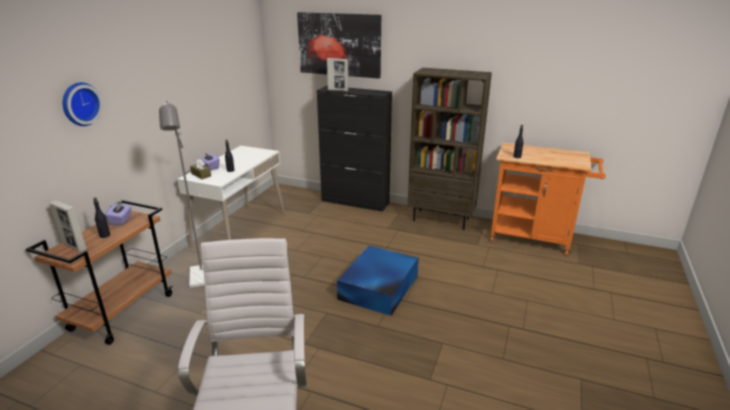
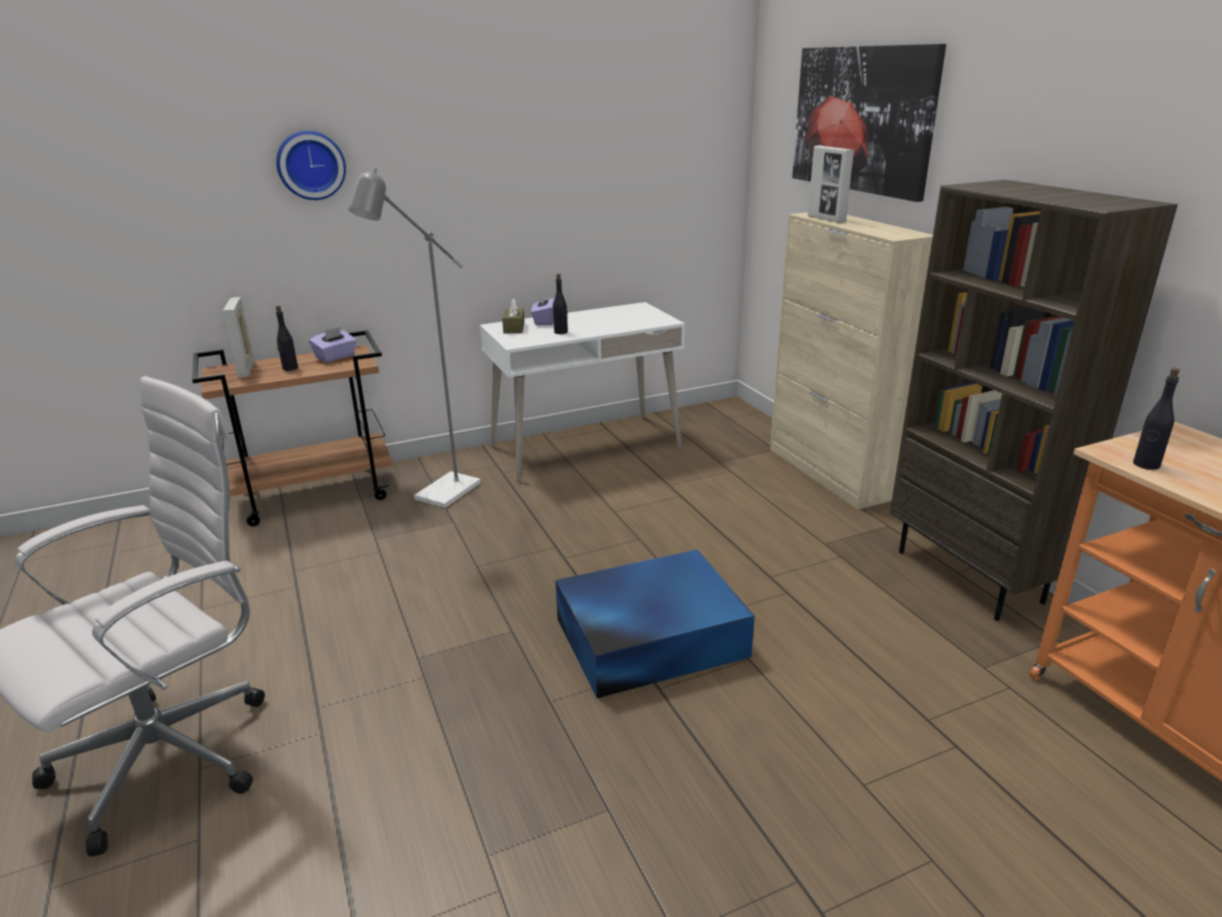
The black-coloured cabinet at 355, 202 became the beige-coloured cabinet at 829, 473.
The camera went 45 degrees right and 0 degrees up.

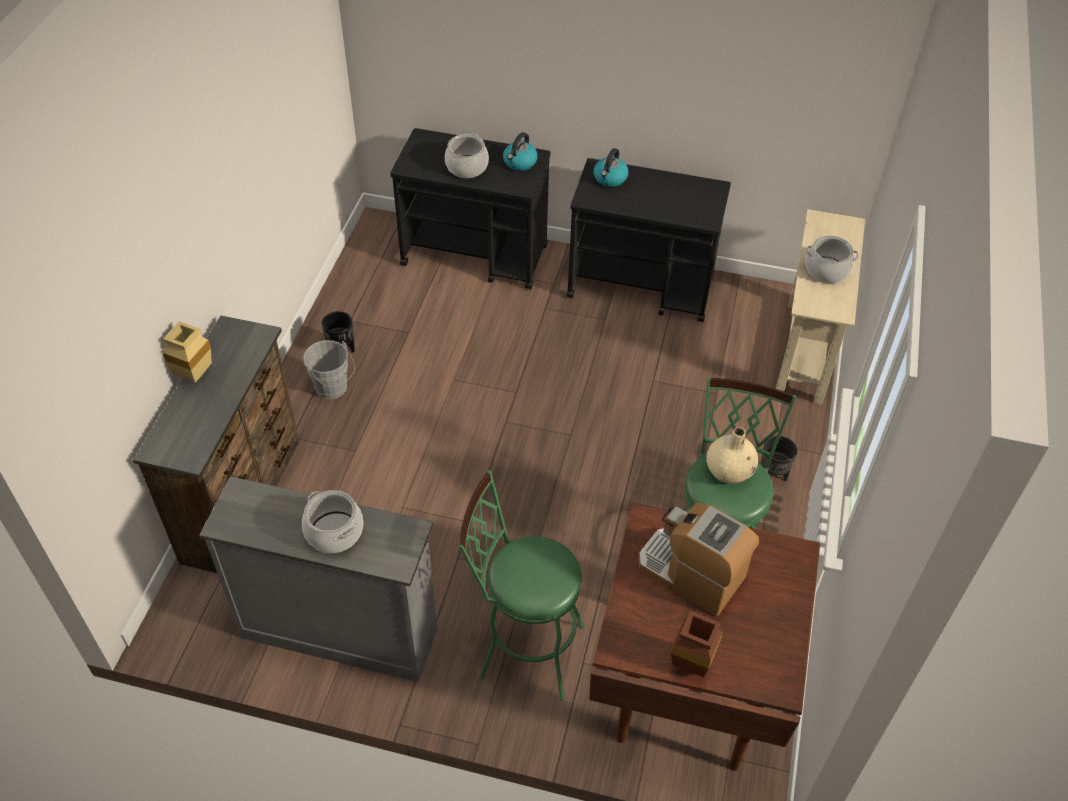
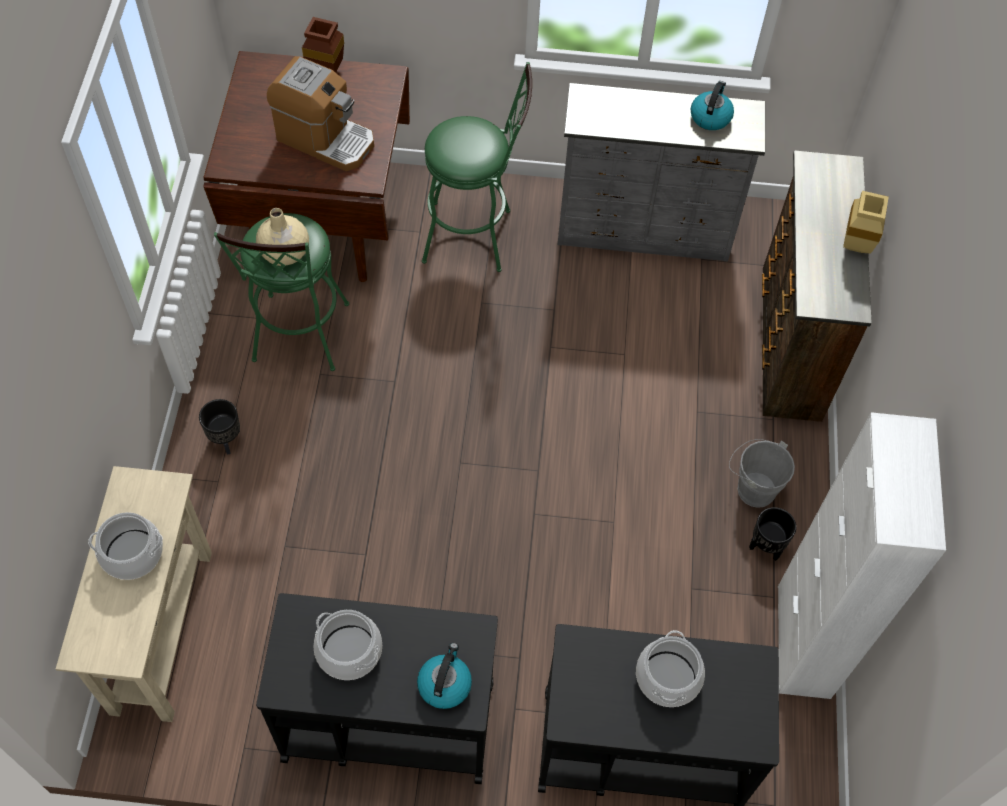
The water kettle moved from 519, 163 to 710, 116.
The saucepot moved from 334, 532 to 349, 651.
The white cabinet at 803, 641 appeared.
The camera went 170 degrees right and 10 degrees up.

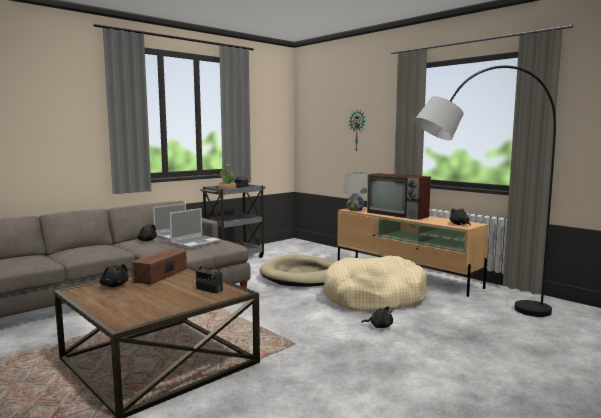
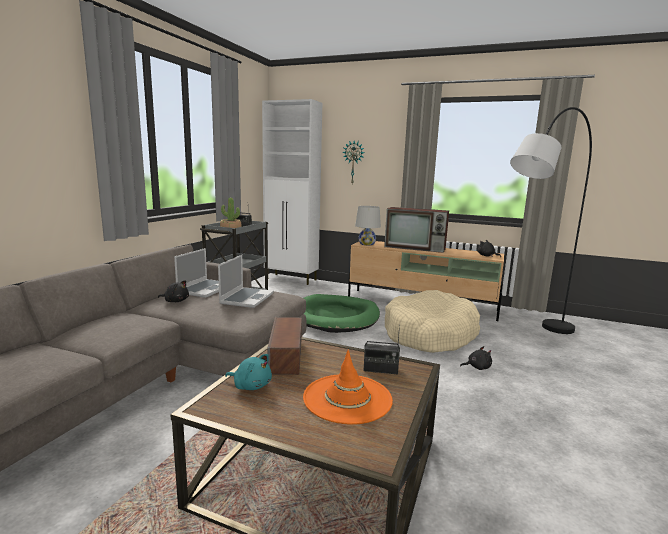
The beige-coloured dog cushion at 304, 275 became the greenish dog cushion at 336, 317.
The black-coloured soft toy at 114, 285 became the turquoise soft toy at 251, 385.
The white cabinet at 291, 279 appeared.
The orange-coloured clothing hat at 347, 398 appeared.
The camera went 25 degrees left and 5 degrees up.

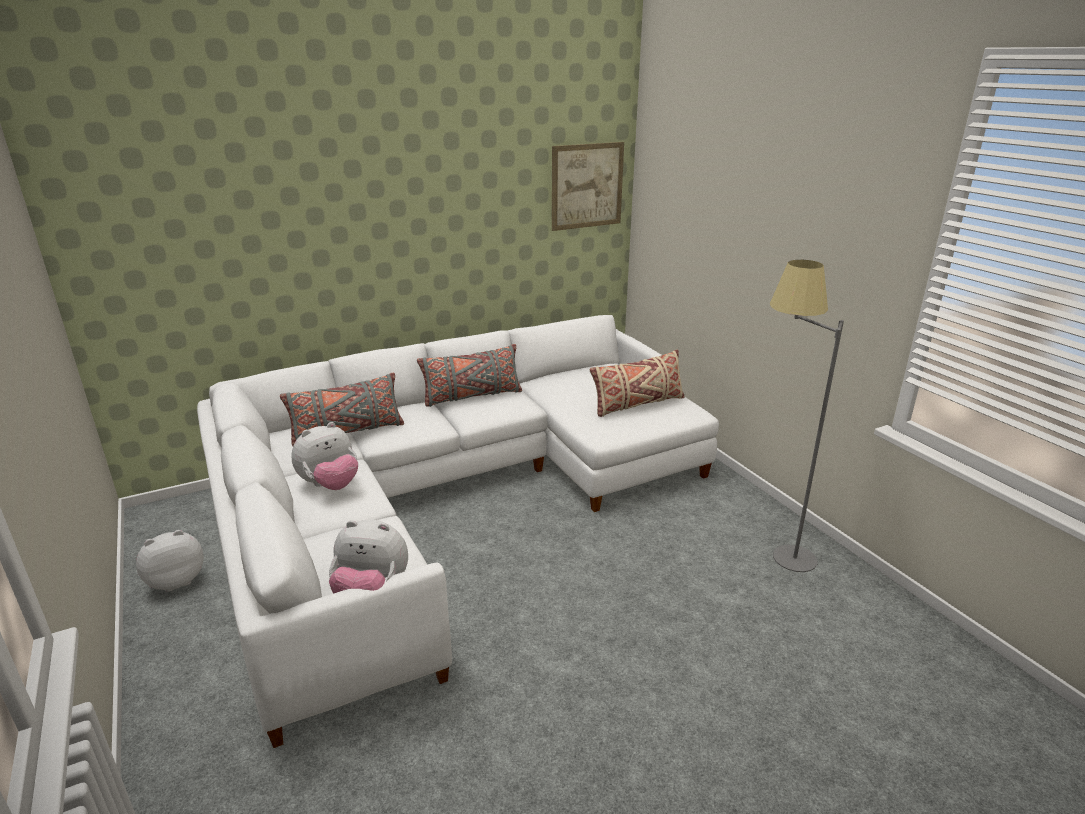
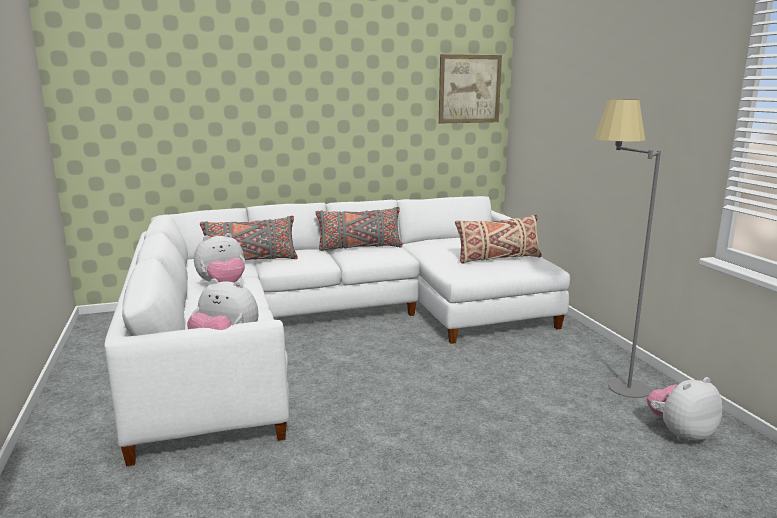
The soft toy moved from 176, 580 to 680, 433.
The camera went 10 degrees right and 10 degrees down.

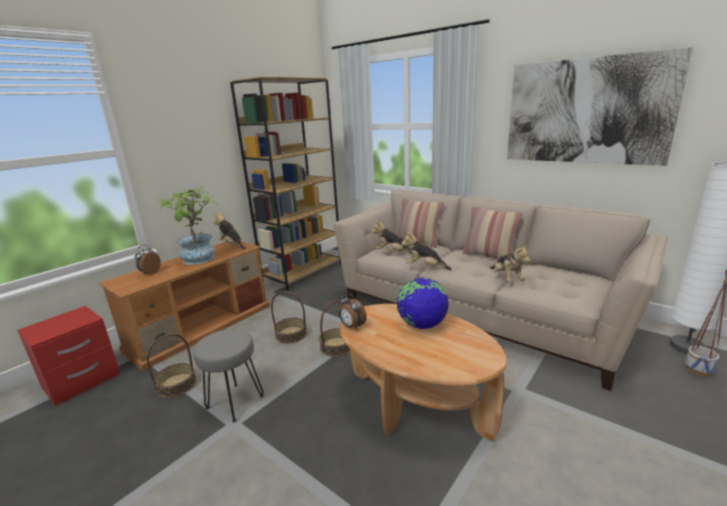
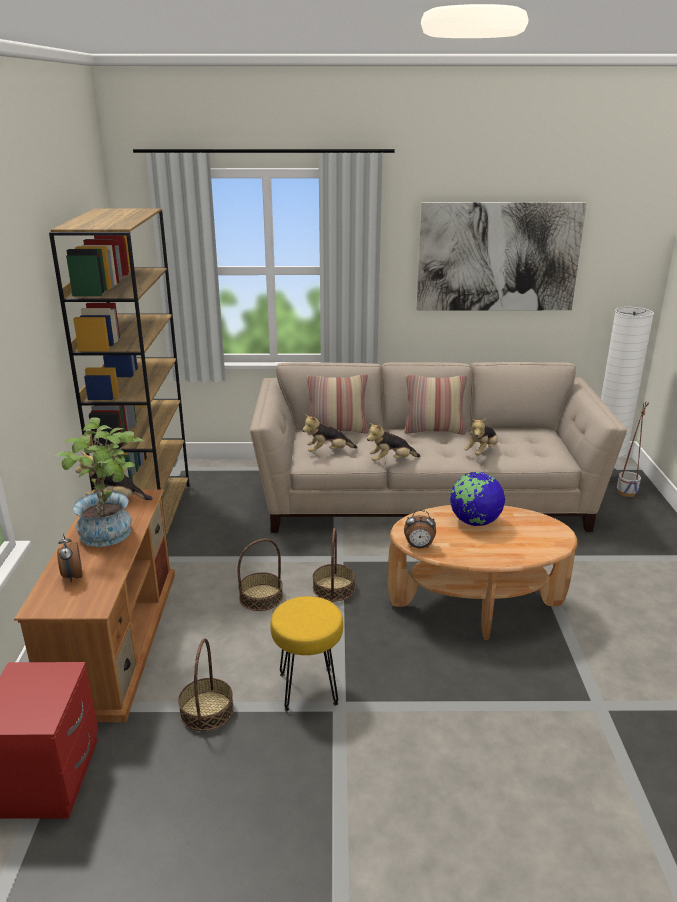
The soft toy at 506, 278 turned 90 degrees clockwise.
The grey stool seat at 235, 401 became the yellow stool seat at 307, 688.
The camera went 40 degrees left and 5 degrees up.

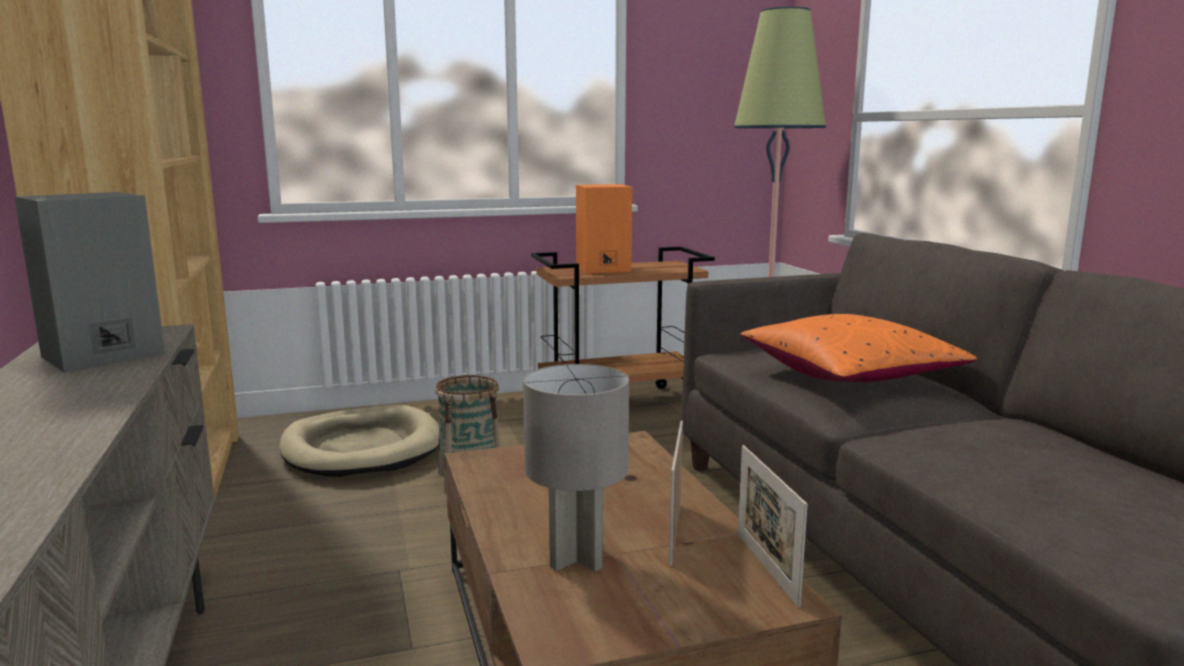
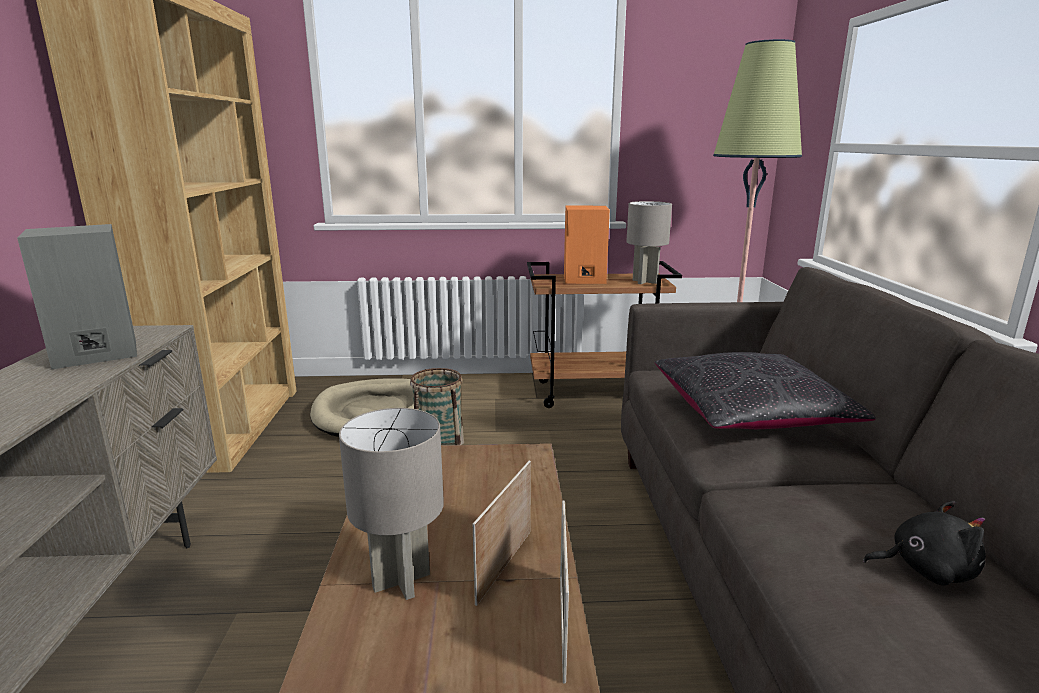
The orange-coloured throw pillow at 849, 374 became the black-coloured throw pillow at 749, 413.
The grey tabletop lamp at 645, 281 appeared.
The black-coloured soft toy at 925, 569 appeared.
The camera went 15 degrees right and 5 degrees up.

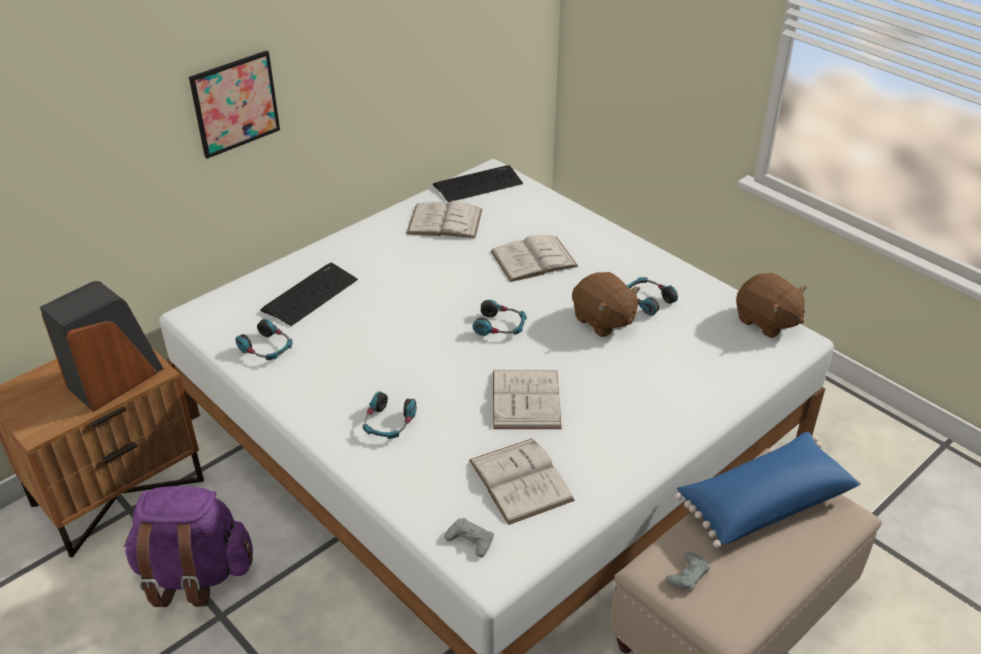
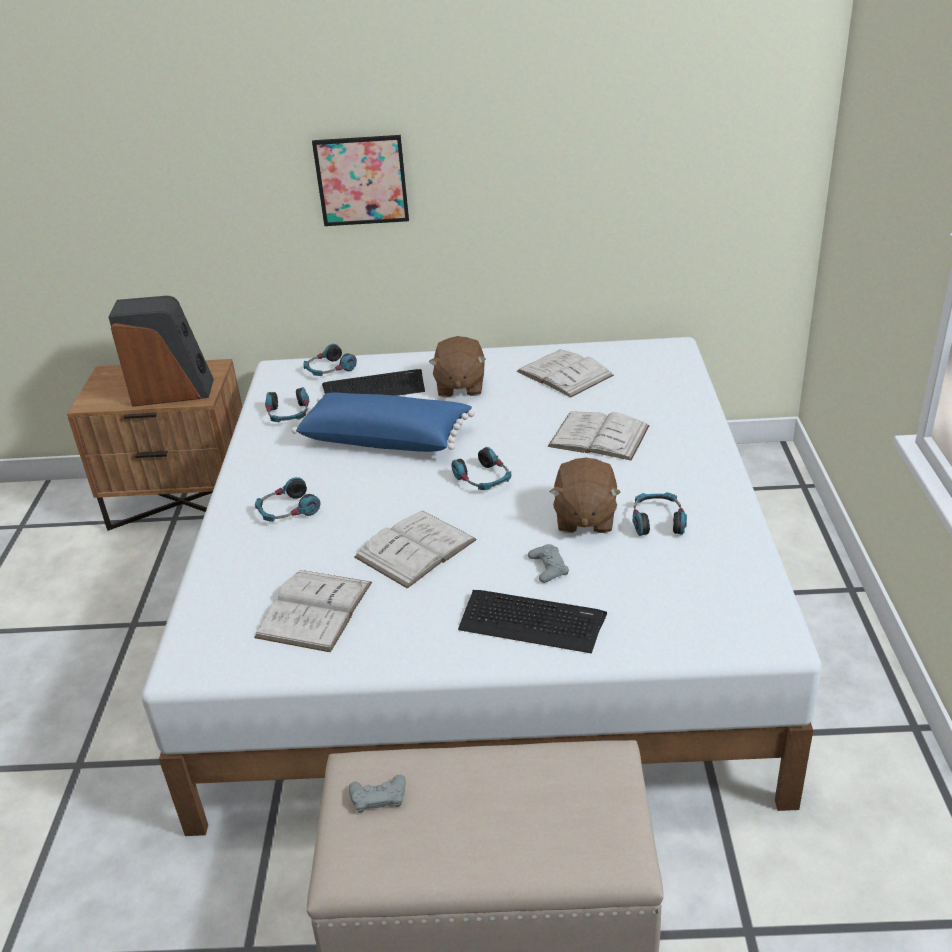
The keyboard moved from 478, 184 to 531, 622.
The brown soft toy moved from 766, 321 to 459, 386.
The blue-coloured throw pillow moved from 763, 502 to 386, 438.
The purple-coloured knapsack at 194, 574 disappeared.
The grey joypad moved from 470, 540 to 548, 567.
The pair of headphones at 329, 369 appeared.
The camera went 45 degrees right and 5 degrees down.

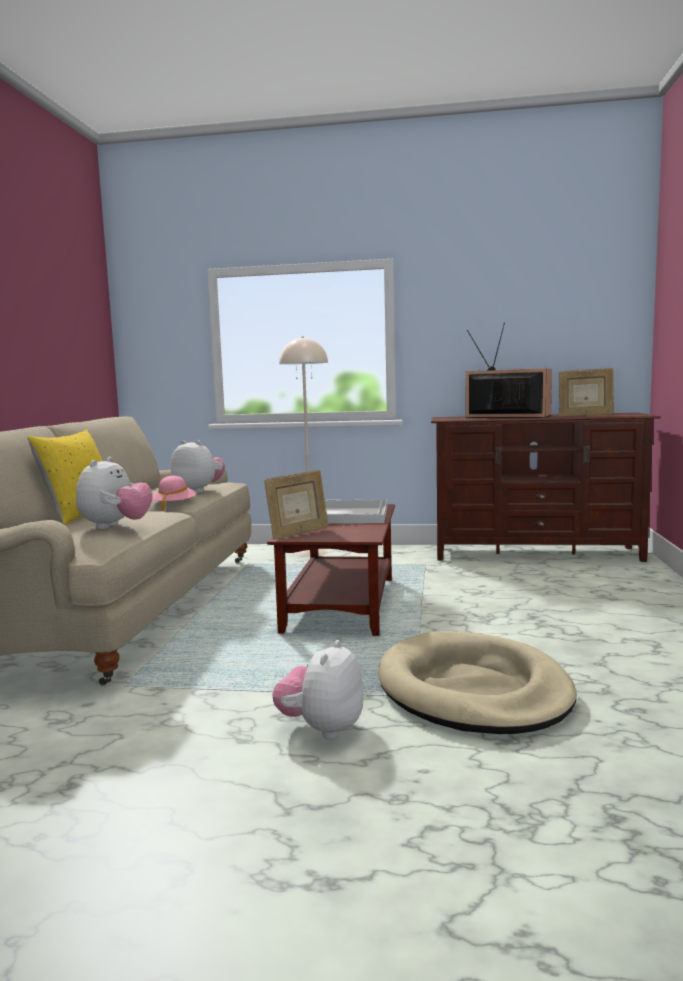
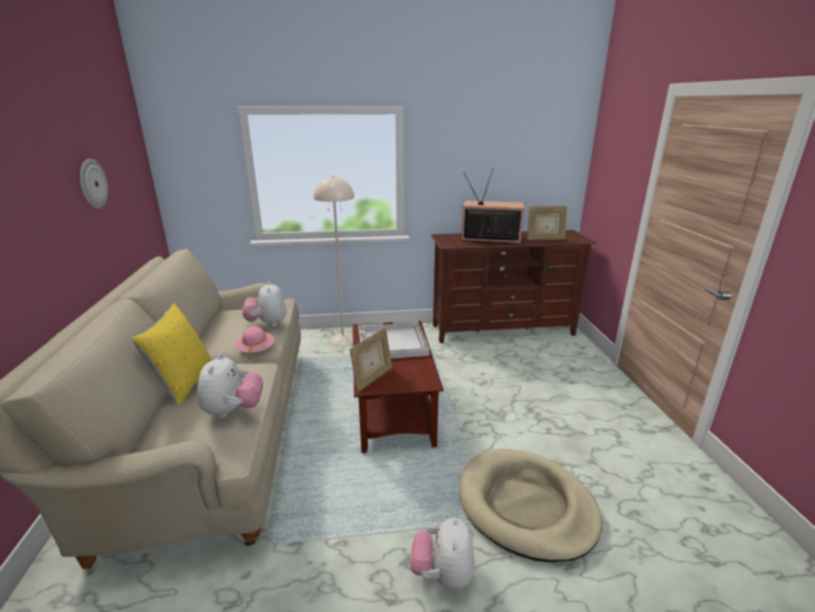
The soft toy at 199, 490 turned 120 degrees counterclockwise.
The hanging clock at 92, 184 appeared.
The camera went 15 degrees left and 15 degrees up.

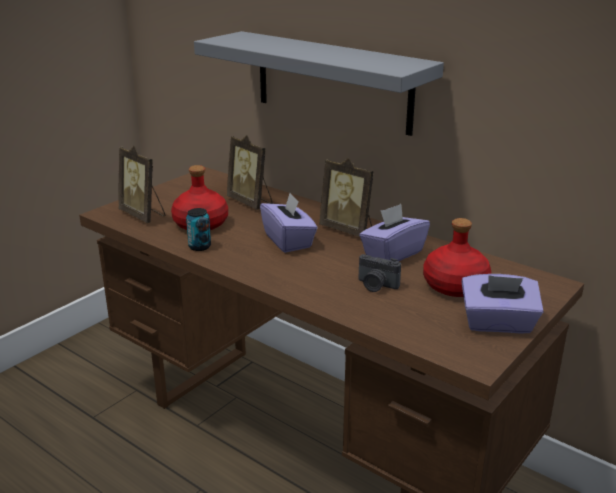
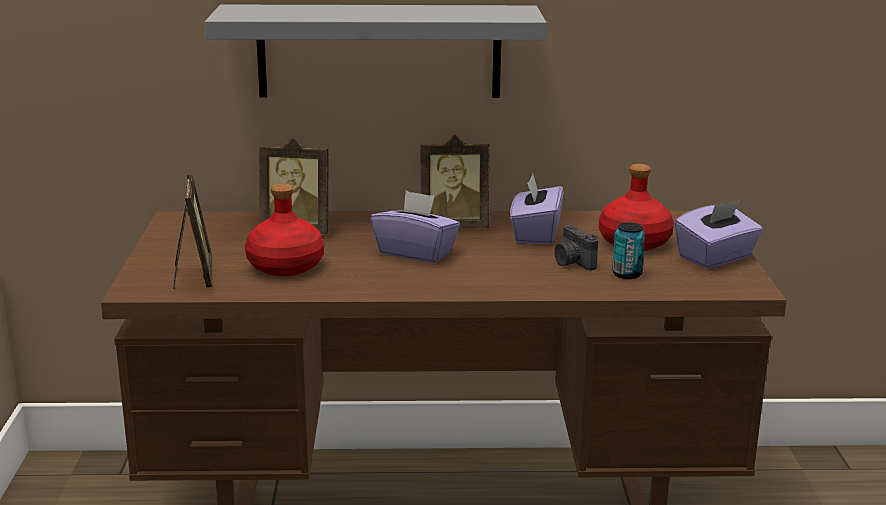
The picture frame at 143, 215 turned 105 degrees counterclockwise.
The sealed can moved from 199, 246 to 627, 274.
The photo camera at 376, 285 turned 75 degrees clockwise.
The camera went 40 degrees left and 5 degrees down.

